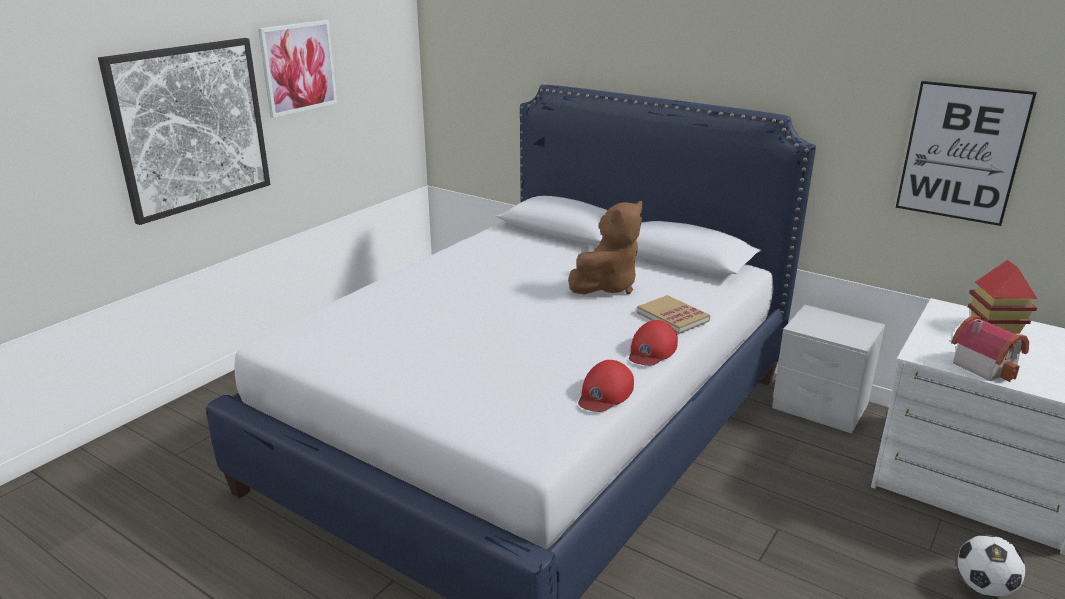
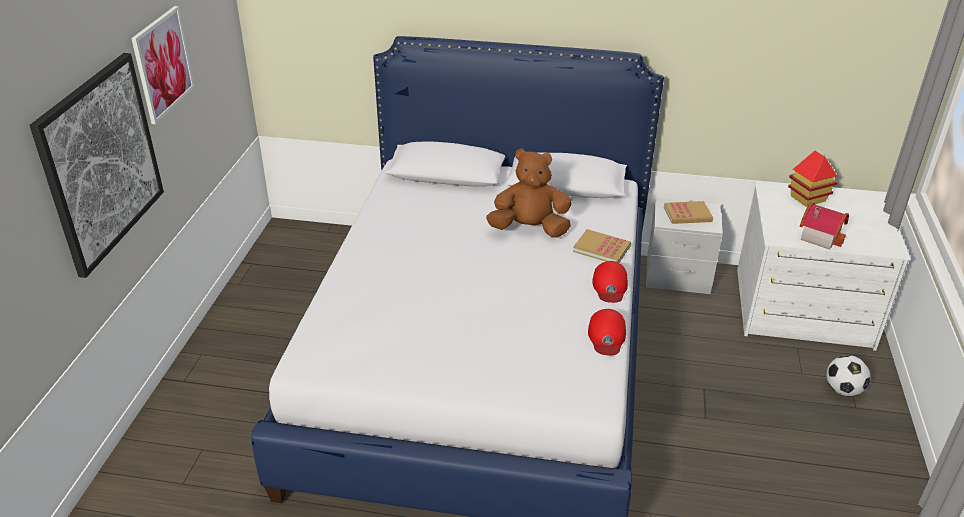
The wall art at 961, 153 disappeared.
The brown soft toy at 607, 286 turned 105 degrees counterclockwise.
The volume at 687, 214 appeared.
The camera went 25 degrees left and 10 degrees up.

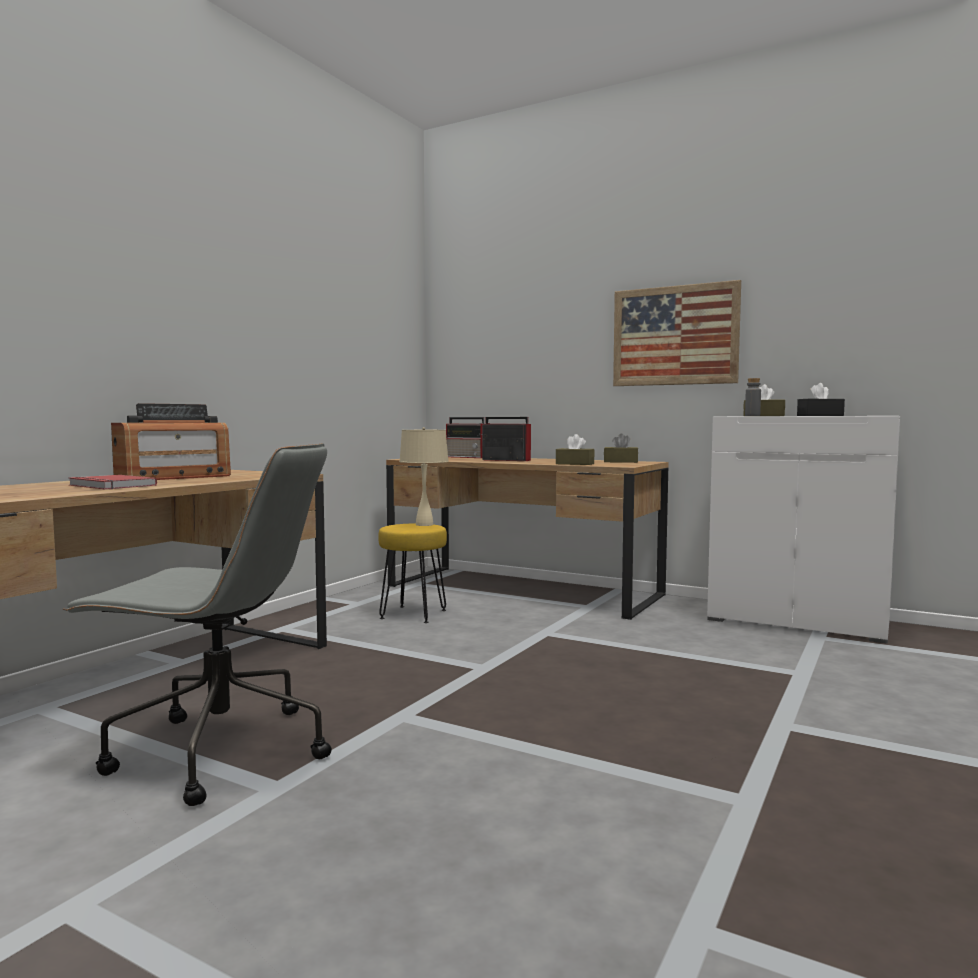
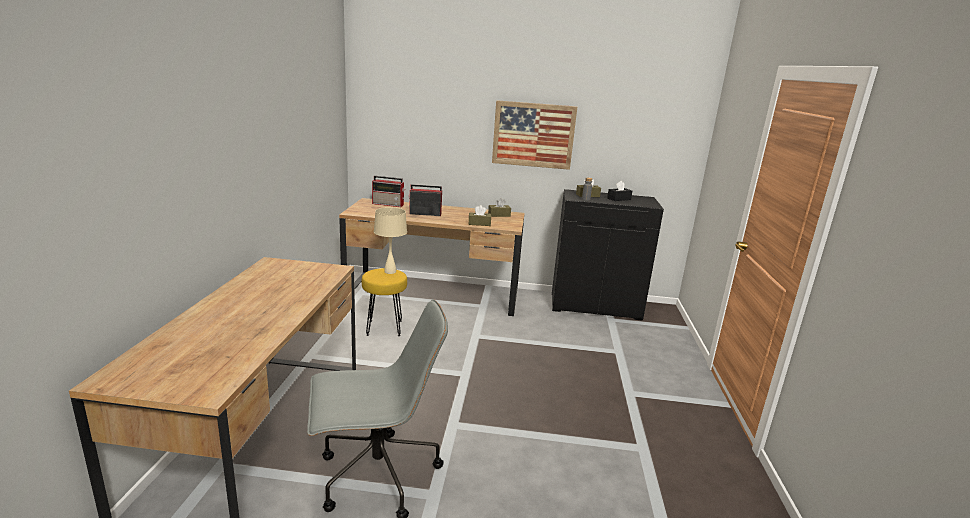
The radio at 173, 477 disappeared.
The white cabinet at 799, 621 became the black-coloured cabinet at 595, 306.
The reddish volume at 110, 486 disappeared.
The camera went 25 degrees left and 15 degrees up.

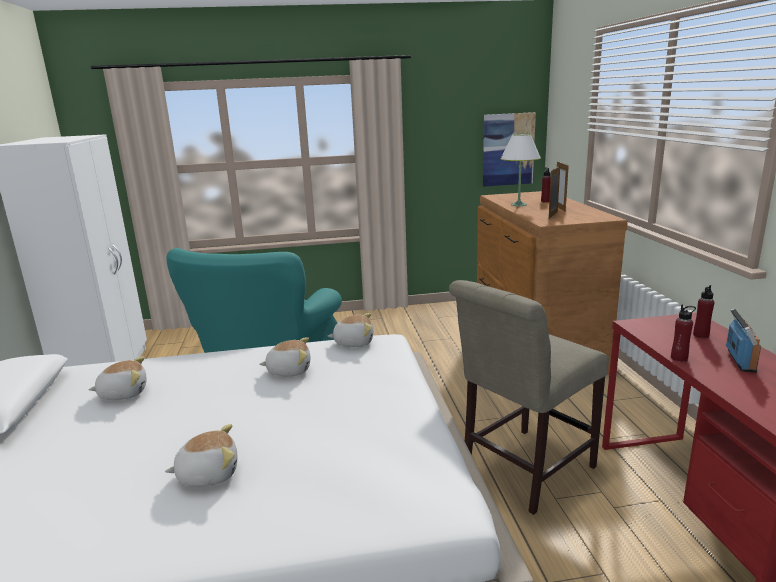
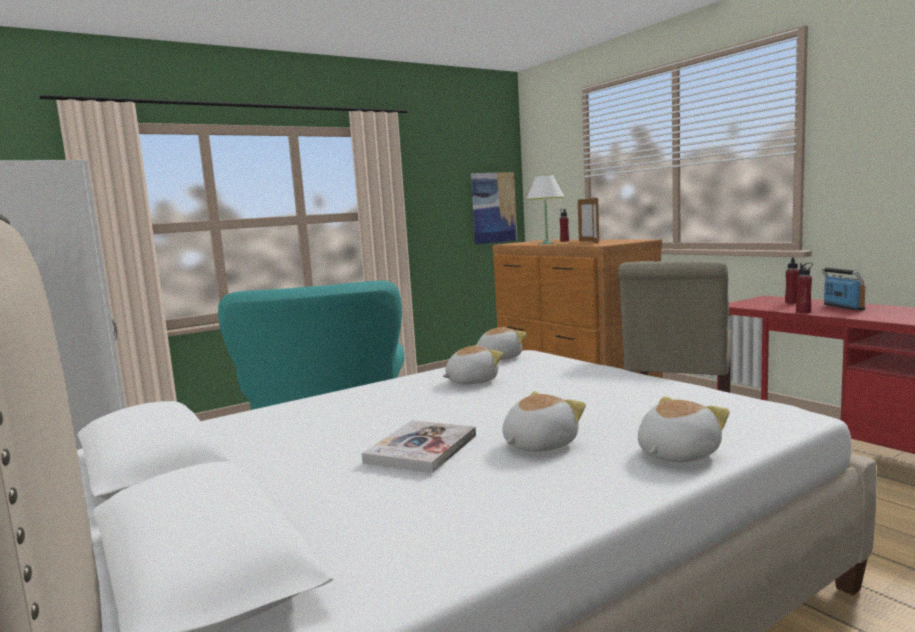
The soft toy moved from 123, 393 to 676, 454.
The volume at 421, 449 appeared.
The camera went 25 degrees left and 10 degrees down.

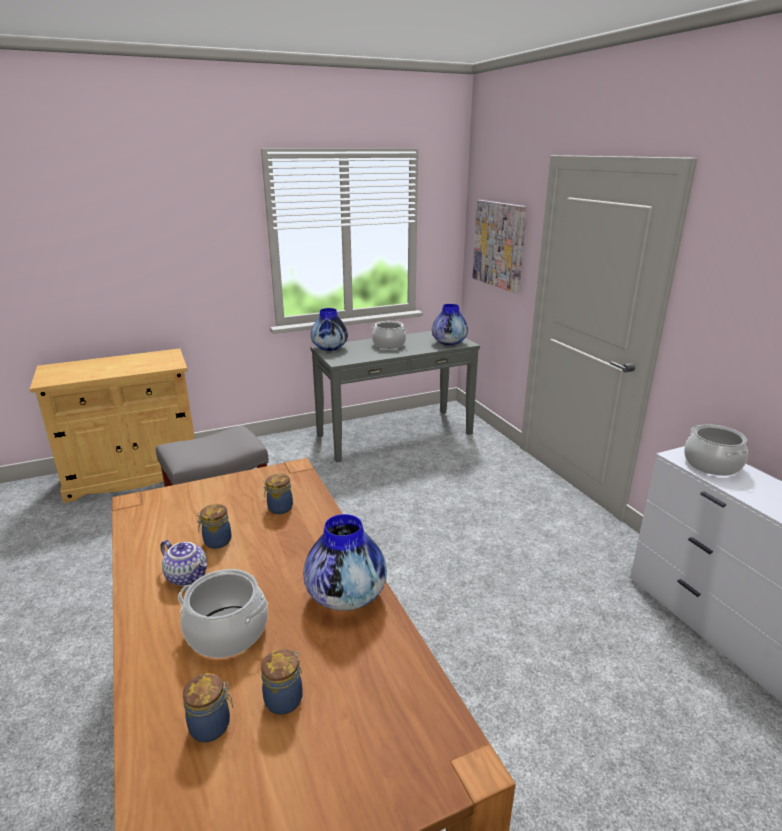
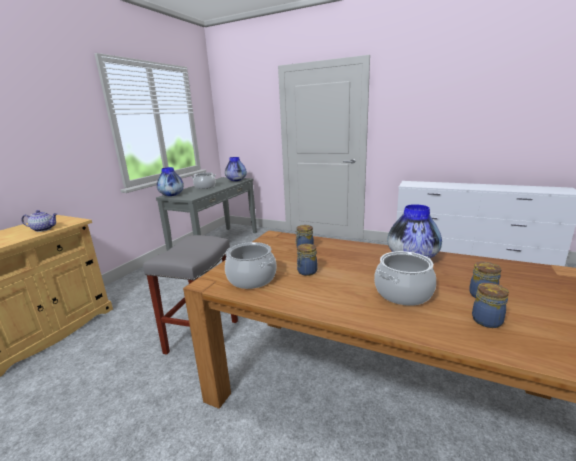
The wall art at 499, 245 disappeared.
The saucepot moved from 711, 464 to 251, 279.
The teapot moved from 188, 576 to 44, 229.
The camera went 40 degrees left and 5 degrees down.

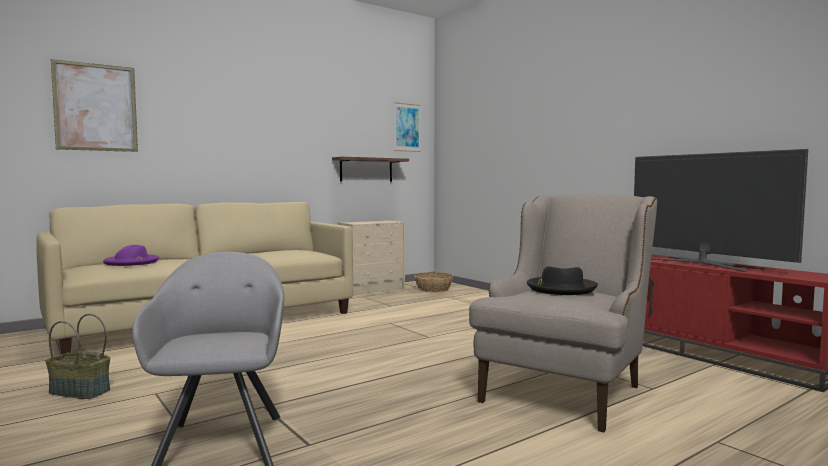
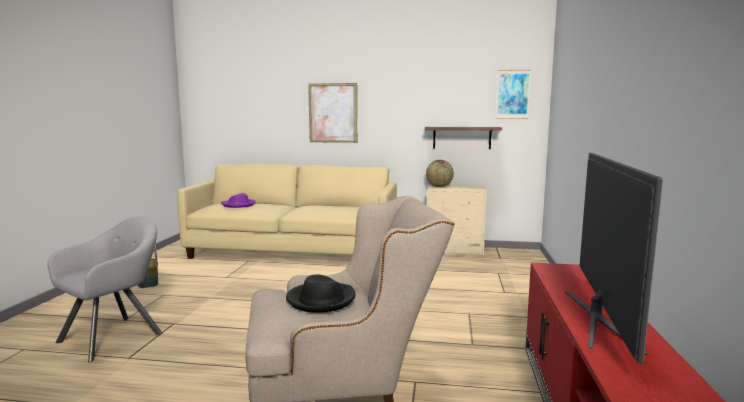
The wall art moved from 96, 107 to 333, 113.
The basket at 433, 289 disappeared.
The globe at 439, 187 appeared.
The camera went 45 degrees right and 5 degrees up.

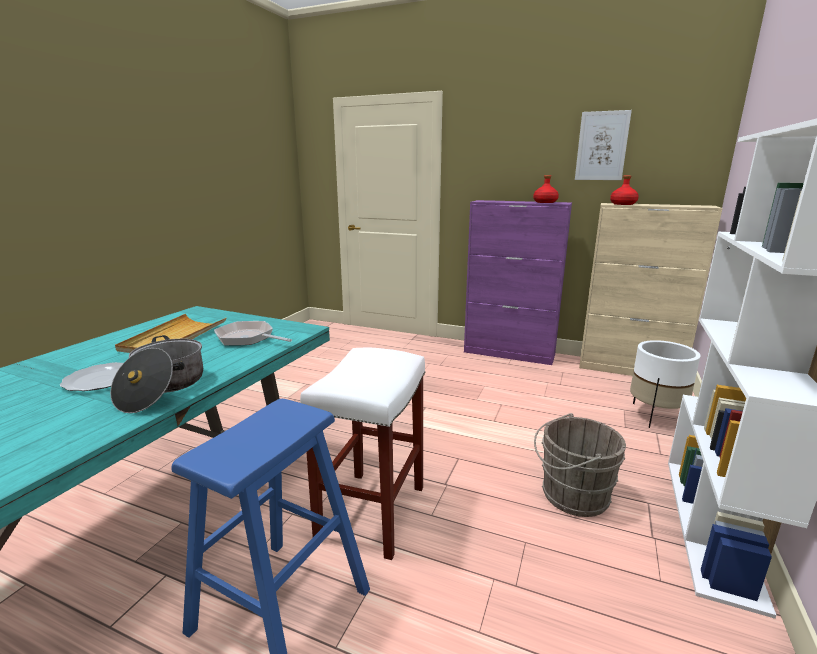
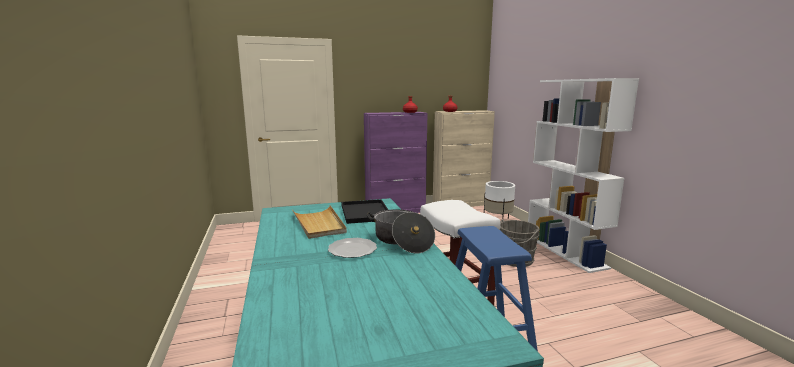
The wall art at 602, 146 disappeared.
The frying pan at 248, 338 was replaced by the black-coloured serving tray at 366, 212.
The camera went 40 degrees left and 5 degrees down.

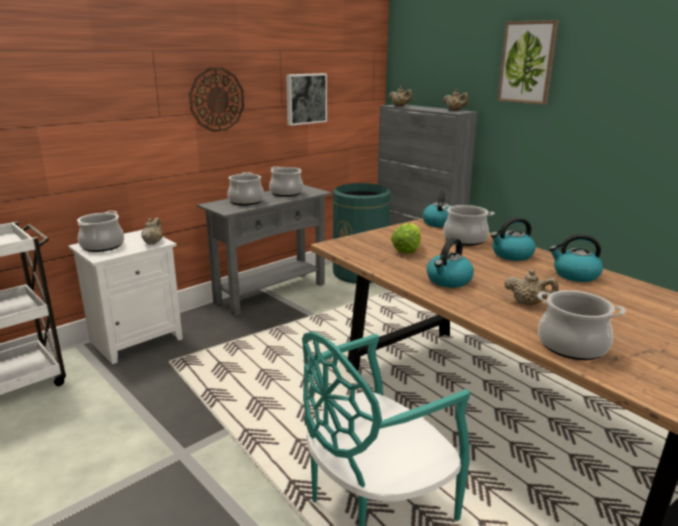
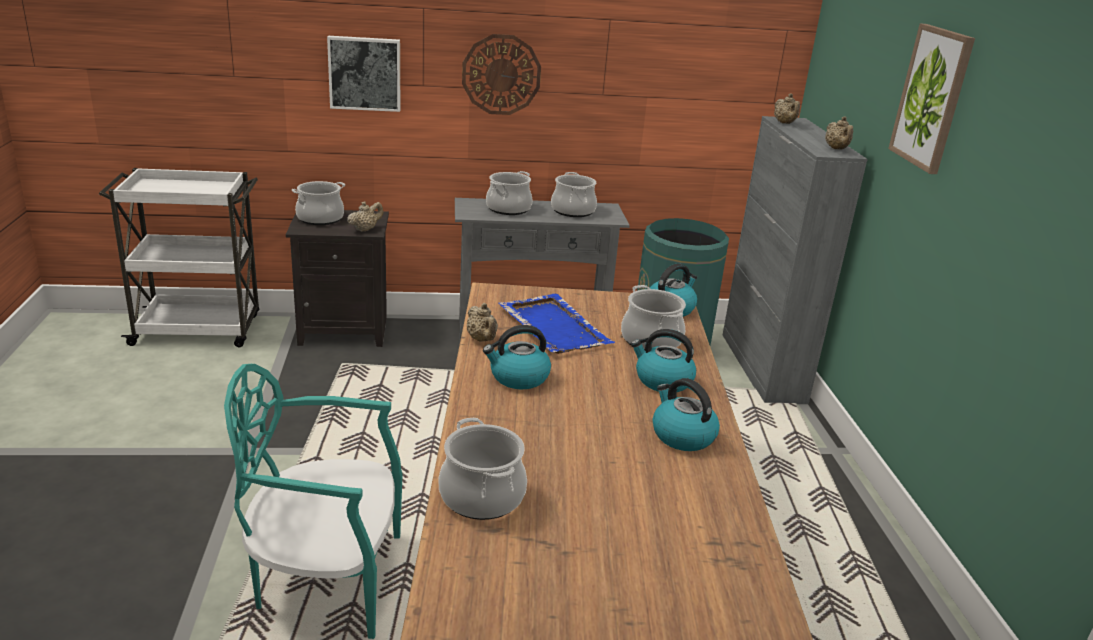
The wall art moved from 305, 98 to 365, 73.
The head of lettuce at 406, 250 was replaced by the blue-coloured serving tray at 553, 326.
The white nightstand at 137, 339 became the black-coloured nightstand at 345, 330.
The beige-coloured teapot moved from 528, 303 to 482, 339.
The camera went 35 degrees right and 5 degrees up.

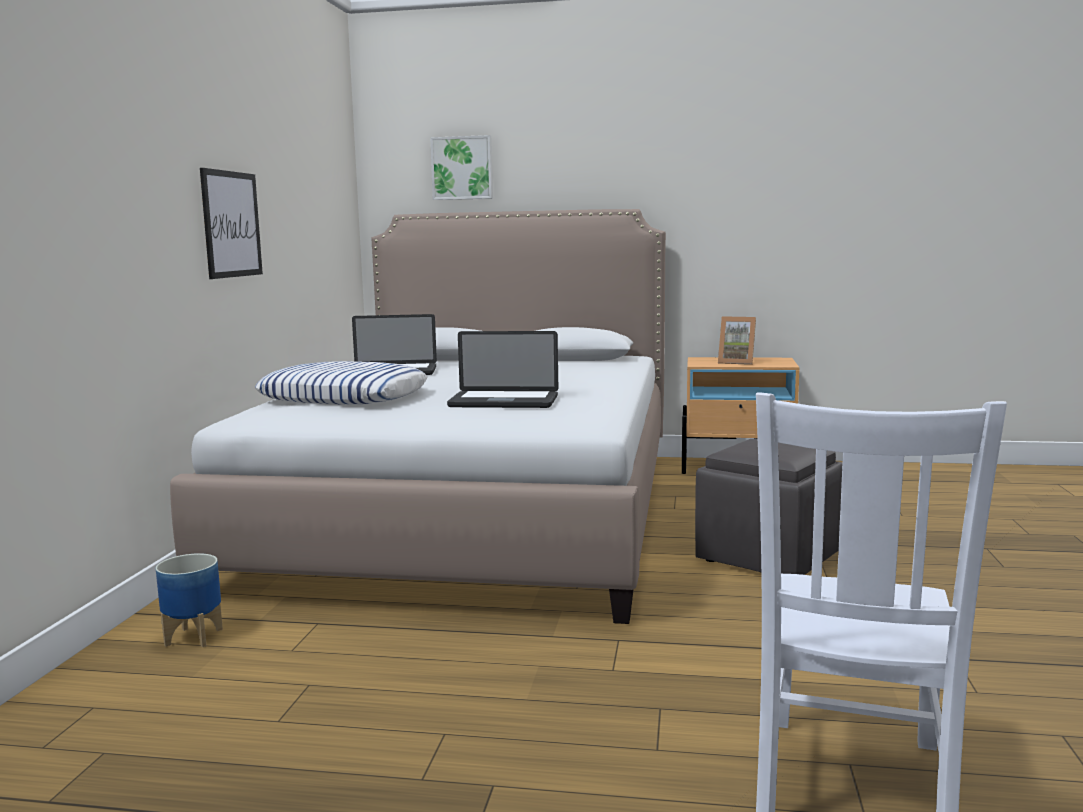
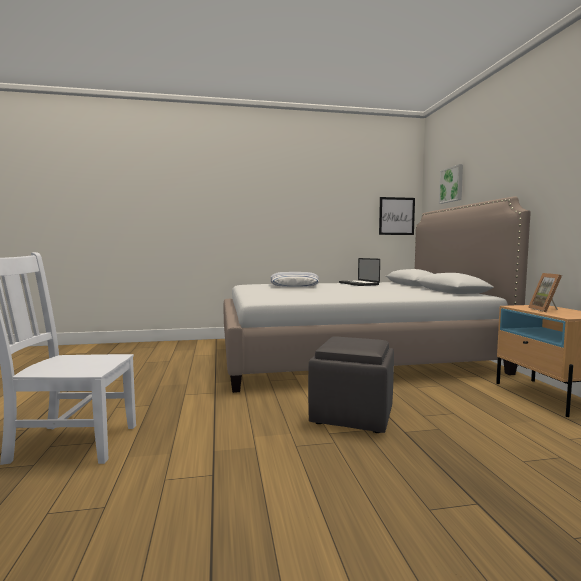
The wall art moved from 231, 224 to 396, 216.
The portable computer at 504, 402 disappeared.
The planter at 193, 637 disappeared.
The camera went 70 degrees right and 5 degrees down.

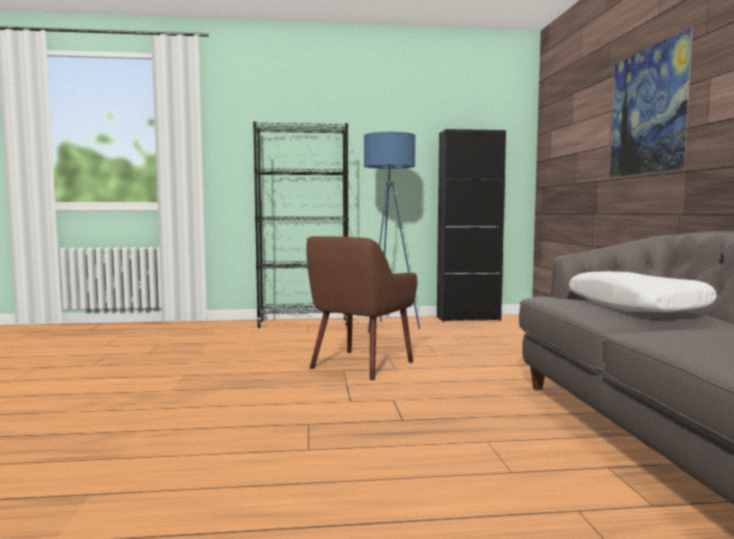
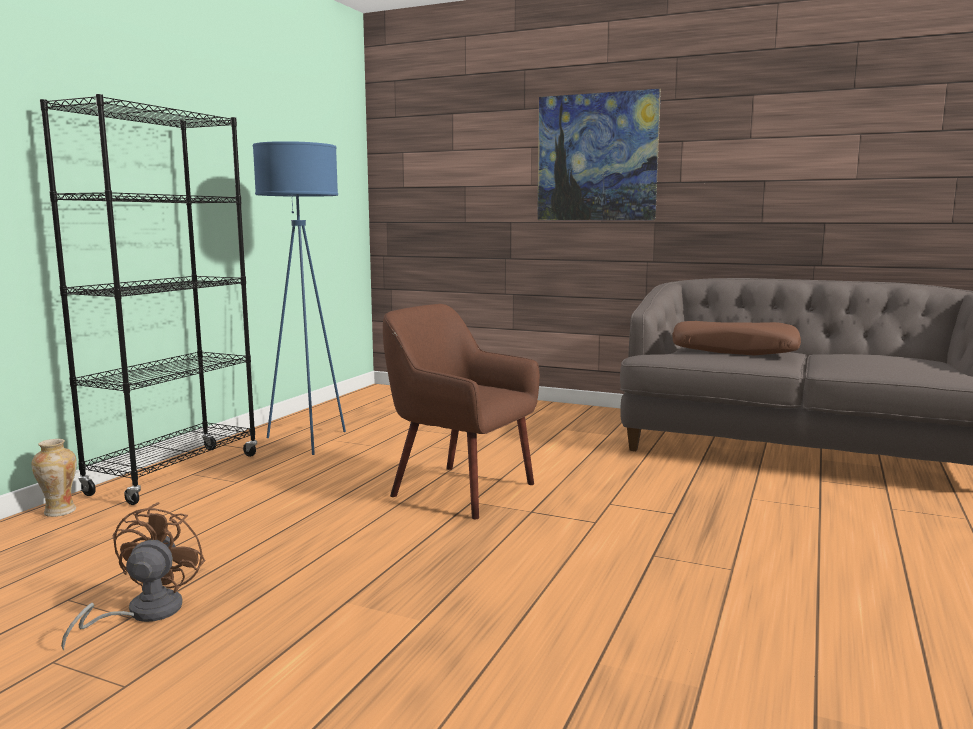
The black-coloured cabinet at 468, 318 disappeared.
The brown armchair at 360, 365 turned 150 degrees clockwise.
The white throw pillow at 635, 306 became the brown throw pillow at 734, 350.
The flower vase at 59, 512 appeared.
The brown fan at 143, 613 appeared.
The camera went 60 degrees left and 5 degrees up.

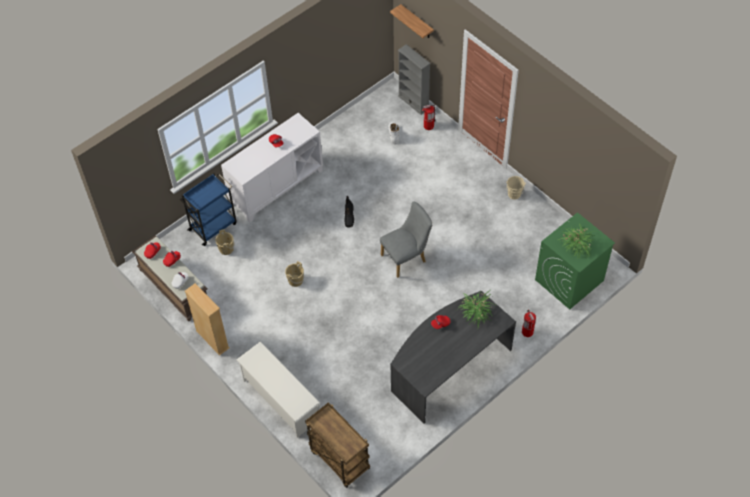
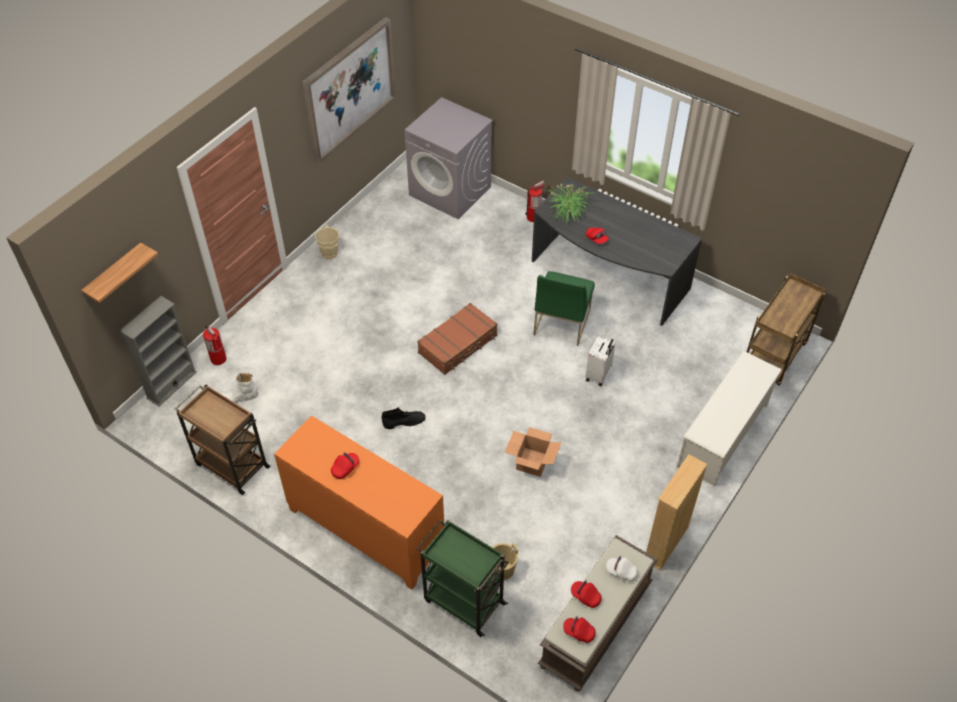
The white cabinet at 276, 186 became the orange-coloured cabinet at 365, 530.
The blue-coloured cart at 213, 226 became the greenish cart at 463, 601.
The grey plain chair at 406, 257 was replaced by the brown piece of luggage at 458, 344.
The greenish laundry appliance at 569, 280 became the grey laundry appliance at 450, 191.
The plant in a pot at 576, 246 disappeared.
The beige-coloured bucket at 295, 280 was replaced by the cardboard box at 532, 463.
The wall art at 349, 89 appeared.
The greenish plain chair at 561, 321 appeared.
The white piece of luggage at 598, 375 appeared.
The brown cart at 231, 465 appeared.
The camera went 105 degrees left and 5 degrees down.

